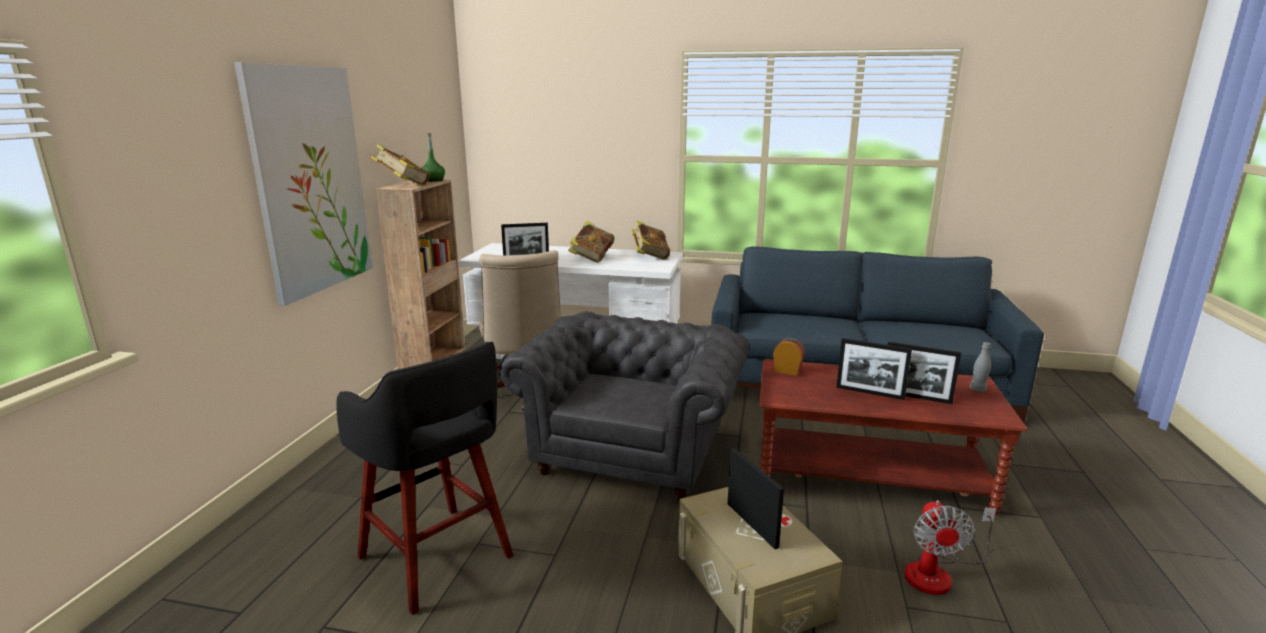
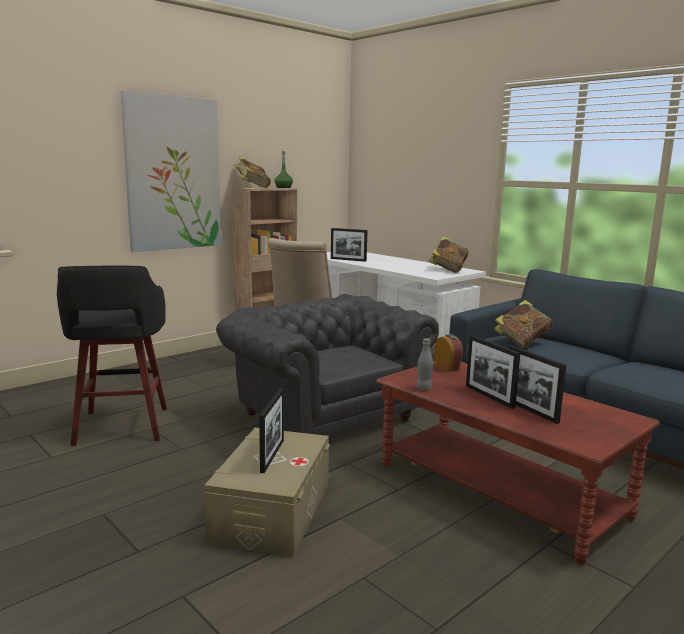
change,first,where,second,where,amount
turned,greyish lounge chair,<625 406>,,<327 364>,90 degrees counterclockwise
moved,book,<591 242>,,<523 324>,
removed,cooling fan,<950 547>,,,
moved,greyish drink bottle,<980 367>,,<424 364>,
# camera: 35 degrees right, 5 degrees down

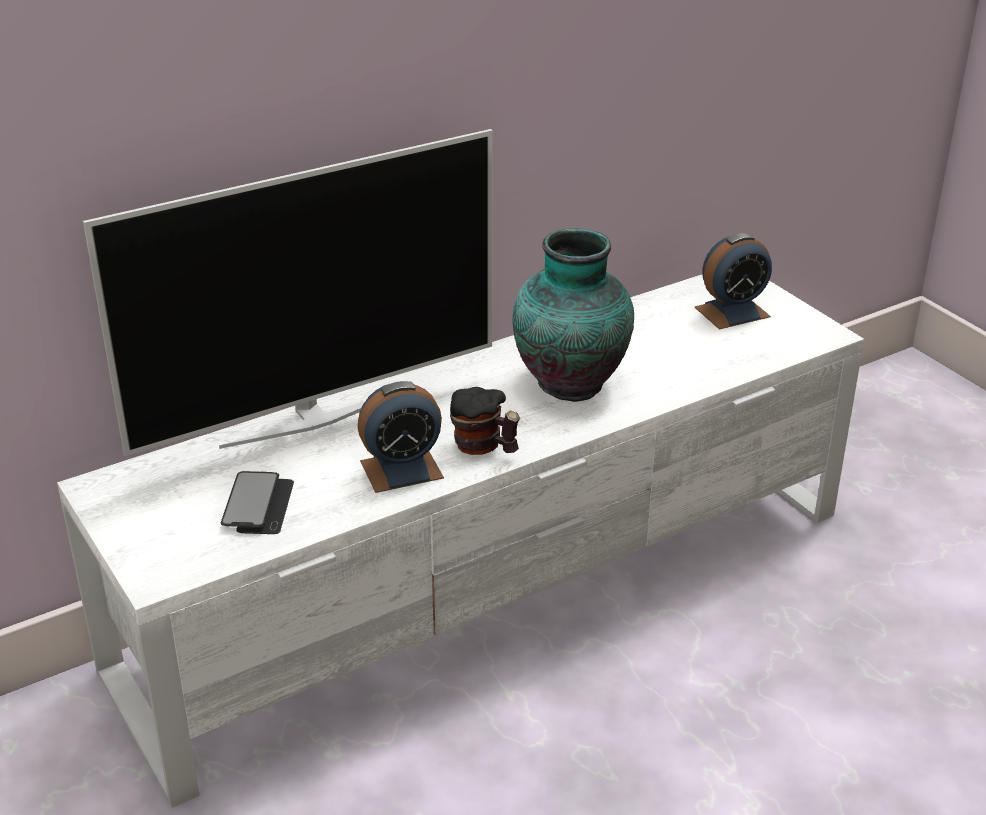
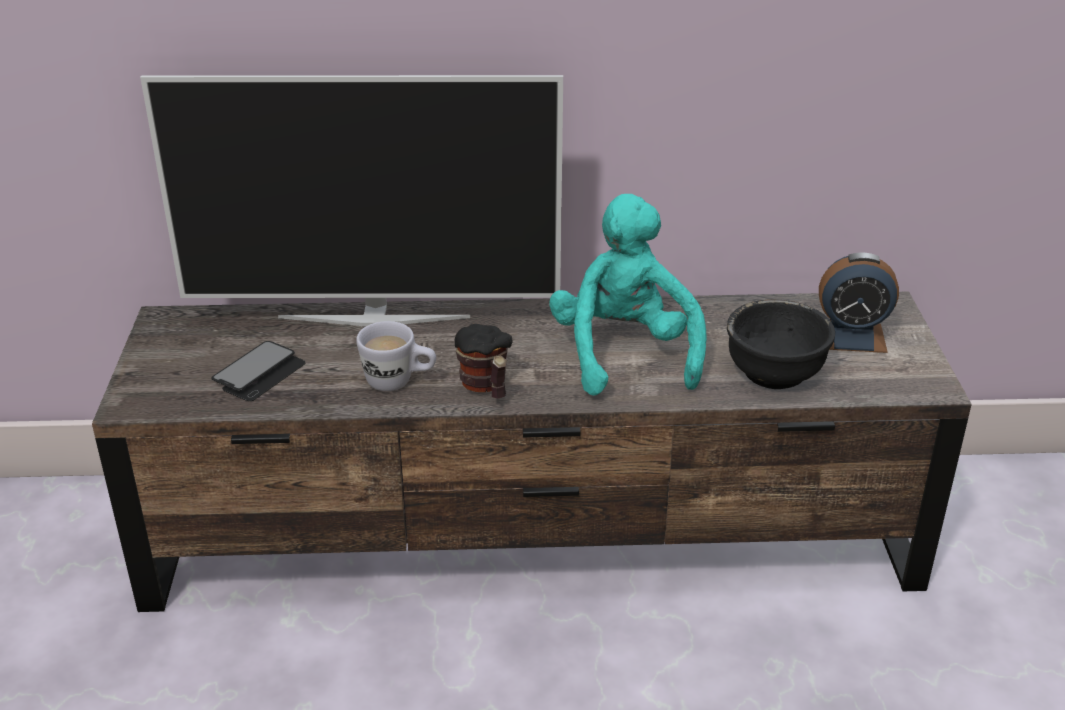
change,first,where,second,where,amount
recoloured,white tv unit,<460 541>,brownish tv unit,<532 451>,
replaced,bedside clock,<400 437>,white tea mug,<396 356>,
replaced,decorative vase,<573 315>,turquoise-coloured plush toy,<628 295>,
added,,,blackish deep dish,<781 344>,
# camera: 30 degrees right, 0 degrees up

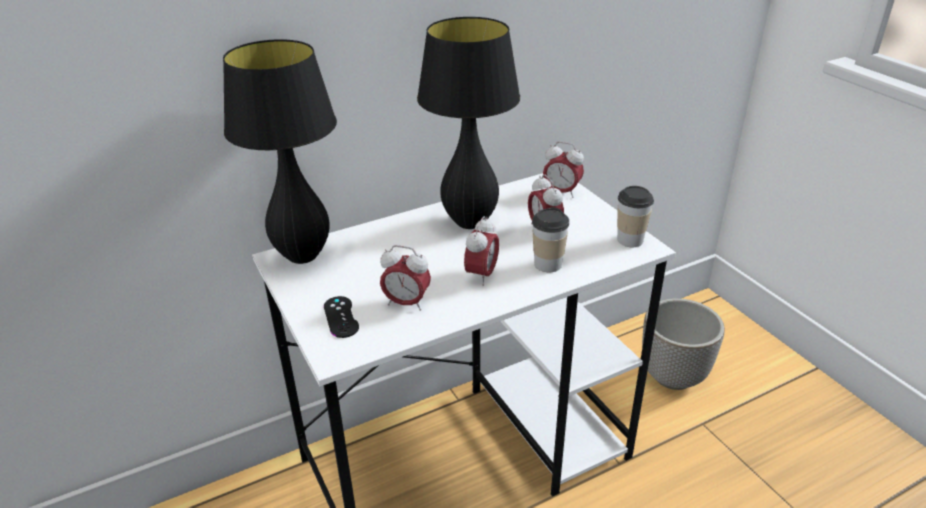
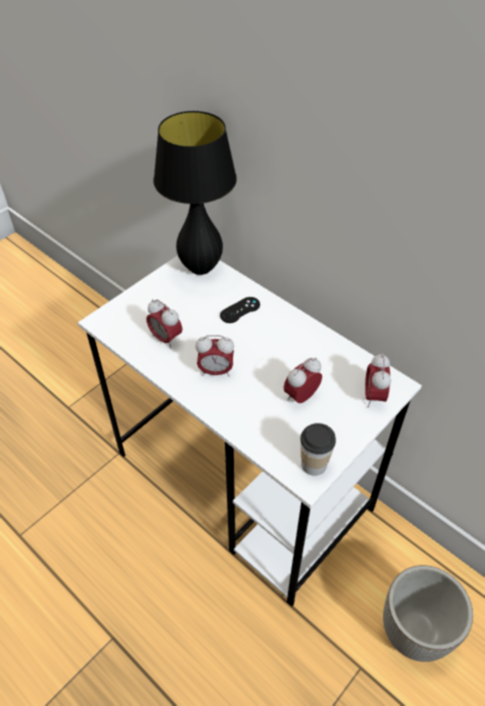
change,first,where,second,where,amount
moved,blackish joypad,<341 317>,,<240 310>,
turned,bedside clock,<405 278>,,<164 323>,45 degrees counterclockwise
removed,blackish tabletop lamp,<468 123>,,,
removed,small cup,<550 239>,,,
# camera: 70 degrees right, 15 degrees up

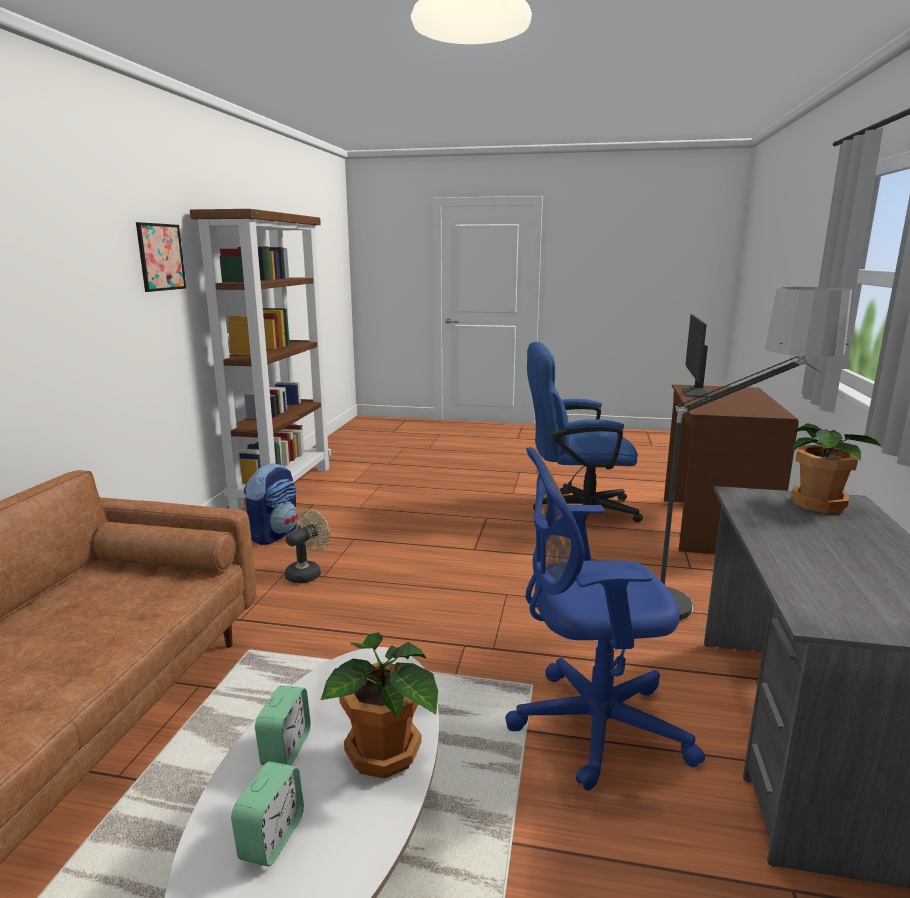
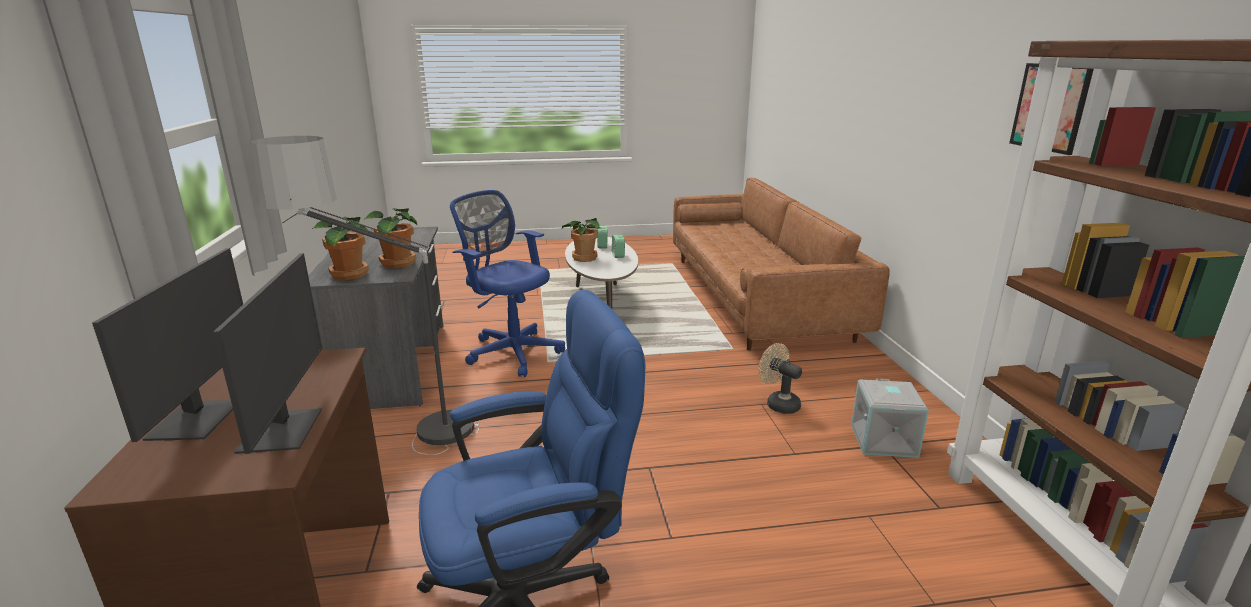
change,first,where,second,where,amount
replaced,backpack,<271 504>,greyish storage container,<890 418>,
turned,sand-coloured cooling fan,<308 546>,,<780 378>,120 degrees clockwise
turned,blue computer chair,<605 618>,,<507 283>,120 degrees counterclockwise
added,,,computer display,<167 345>,
added,,,plant in a pot,<391 238>,
# camera: 160 degrees right, 5 degrees up

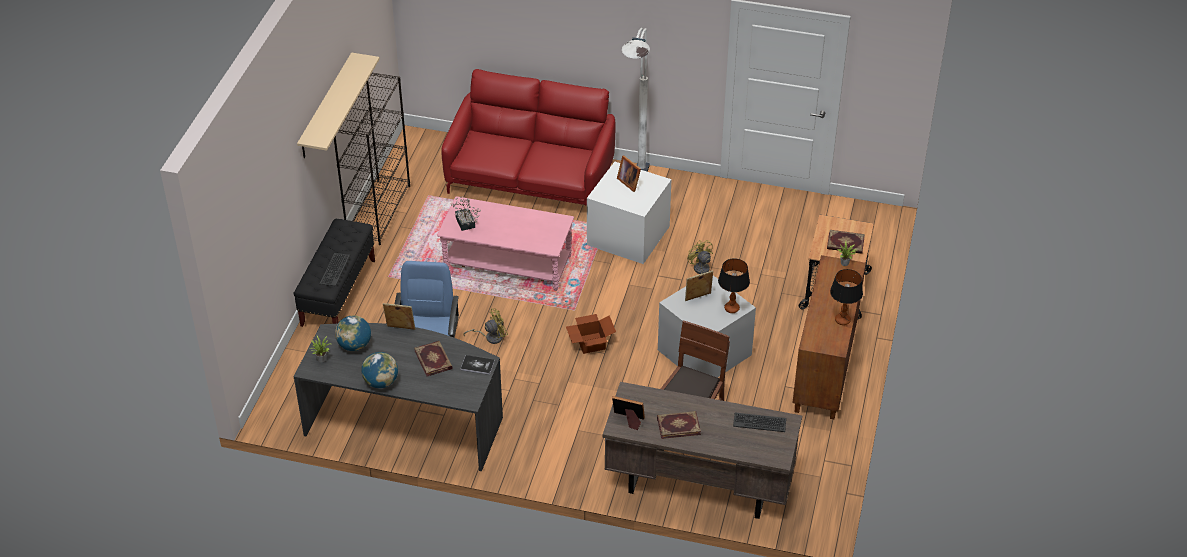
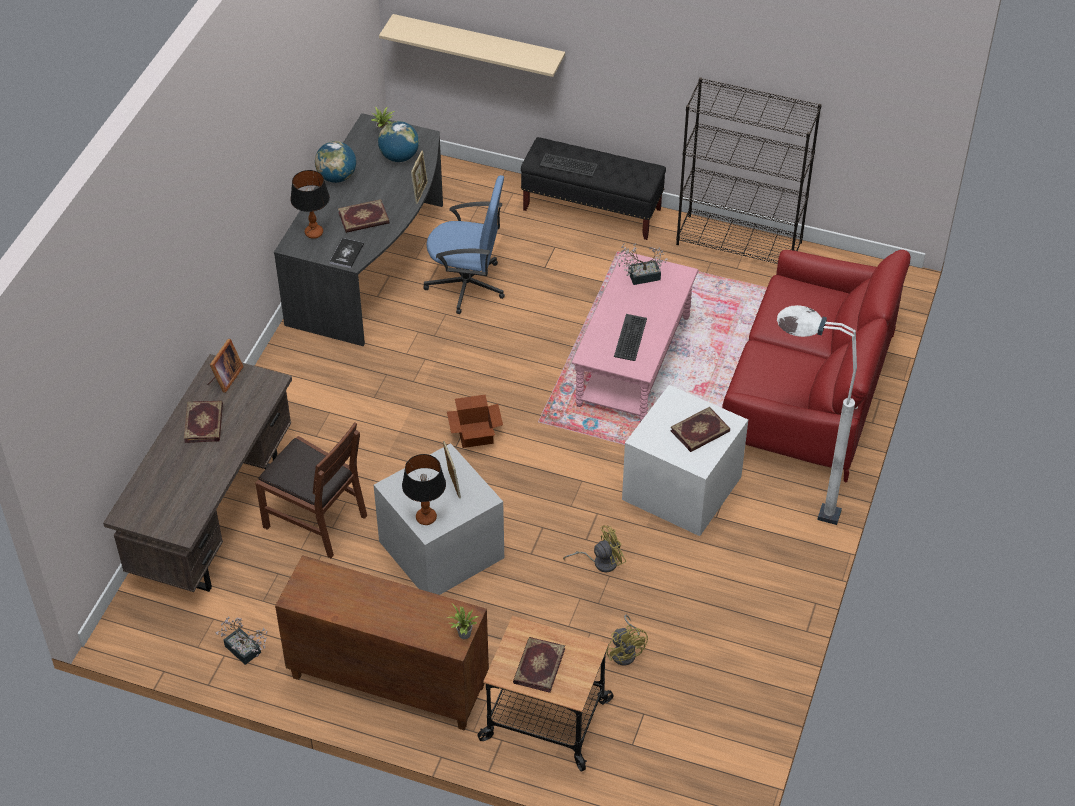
change,first,where,second,where,amount
moved,sand-coloured shelf,<338 105>,,<472 45>,
moved,yellow-coloured cooling fan,<486 326>,,<627 640>,
replaced,picture frame,<629 174>,book,<700 429>,
moved,computer keyboard,<759 422>,,<630 337>,
moved,tabletop lamp,<846 297>,,<310 204>,
added,,,plant in a pot,<241 641>,
# camera: 95 degrees right, 5 degrees up

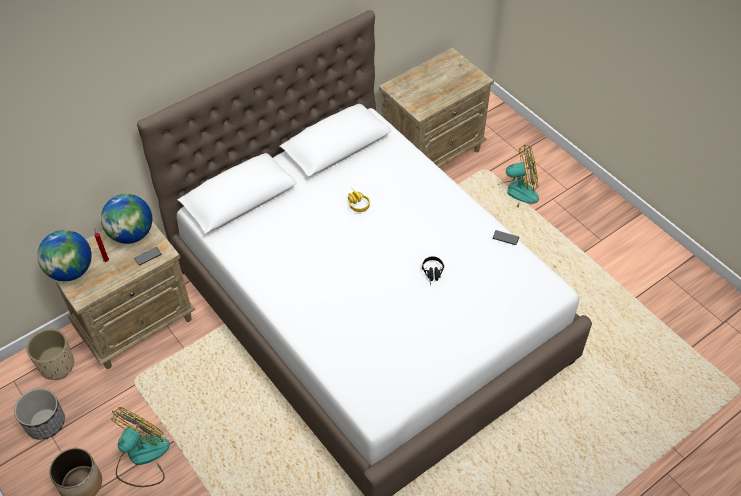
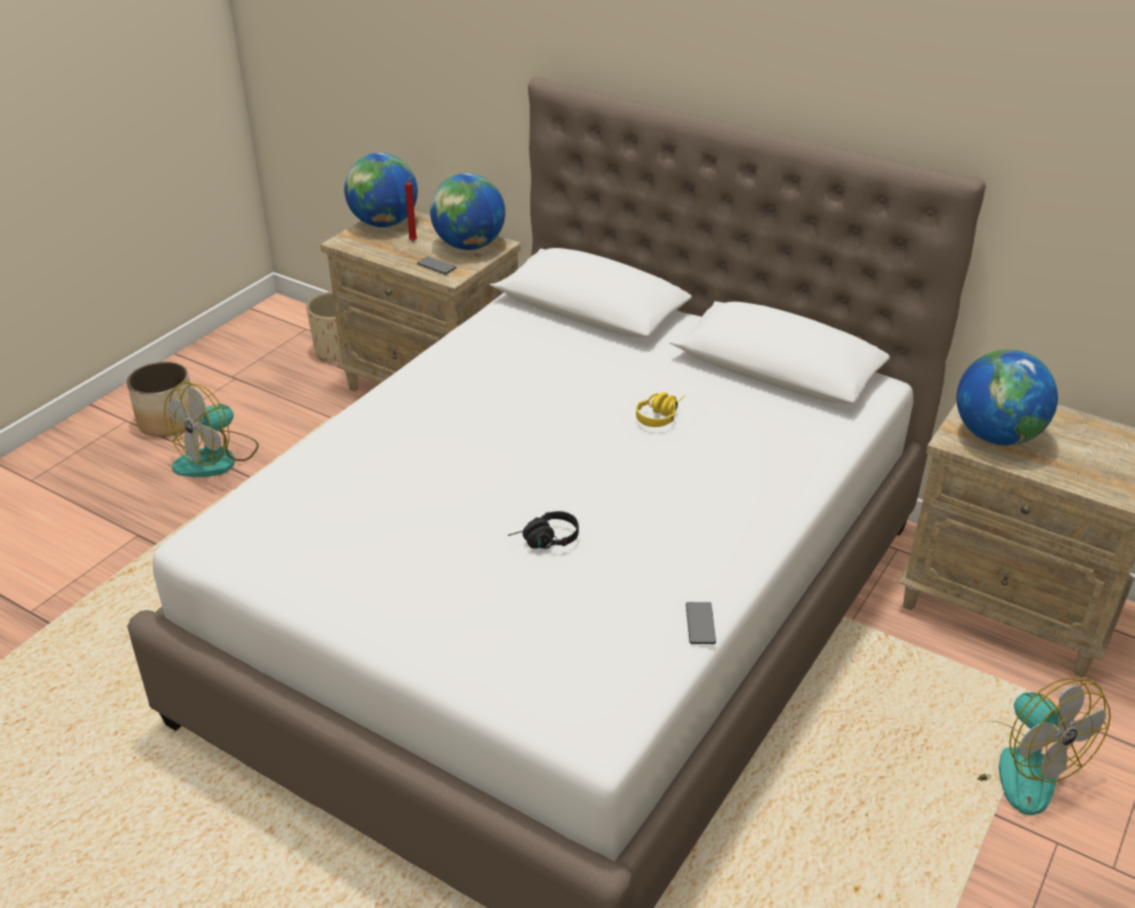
change,first,where,second,where,amount
removed,planter,<39 414>,,,
turned,cooling fan,<140 447>,,<211 429>,120 degrees clockwise
added,,,globe,<1007 397>,
# camera: 70 degrees right, 15 degrees down

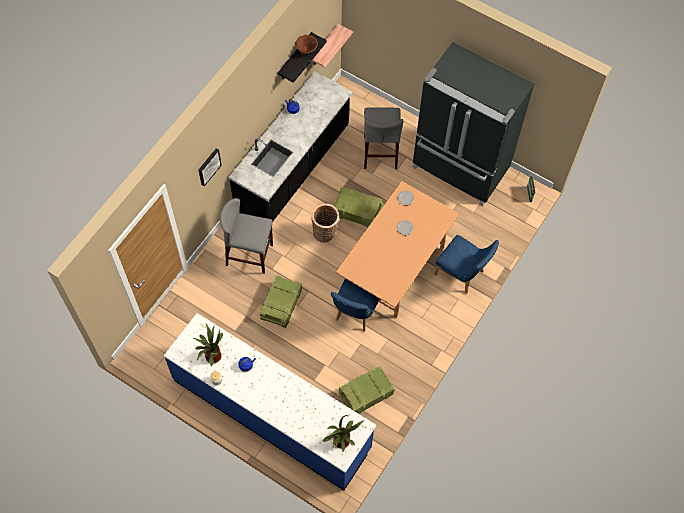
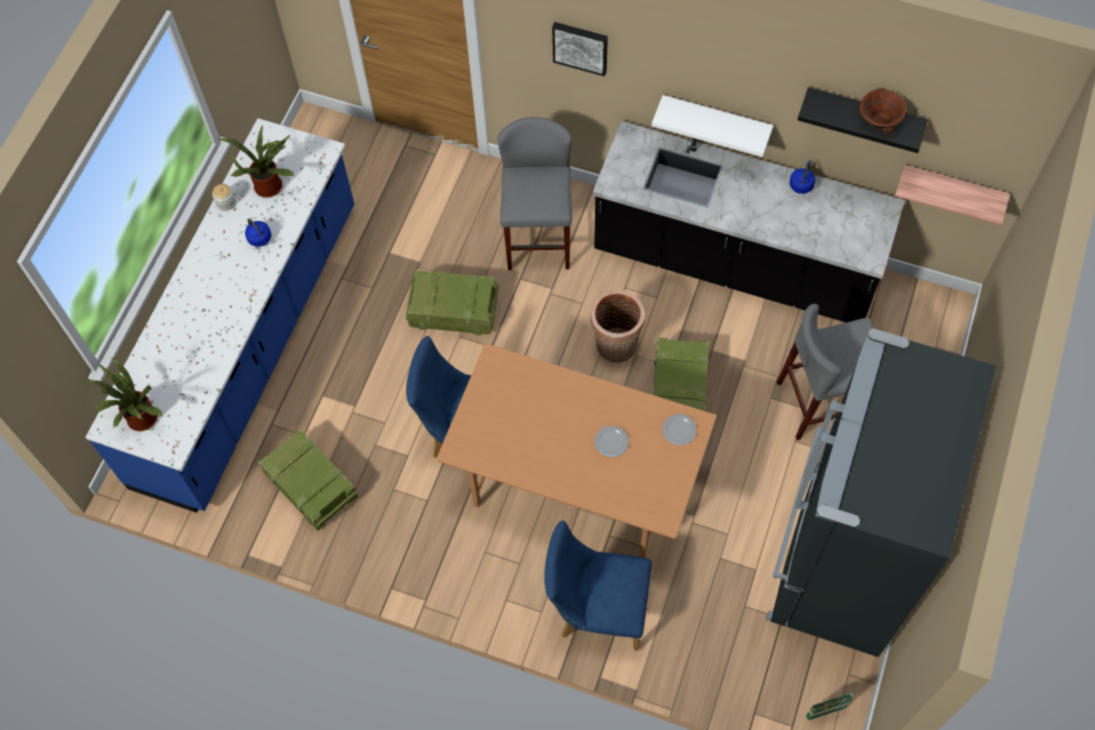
change,first,where,second,where,amount
turned,blue upright chair,<466 264>,,<598 585>,75 degrees clockwise
added,,,white shelf,<712 126>,
# camera: 80 degrees right, 0 degrees up

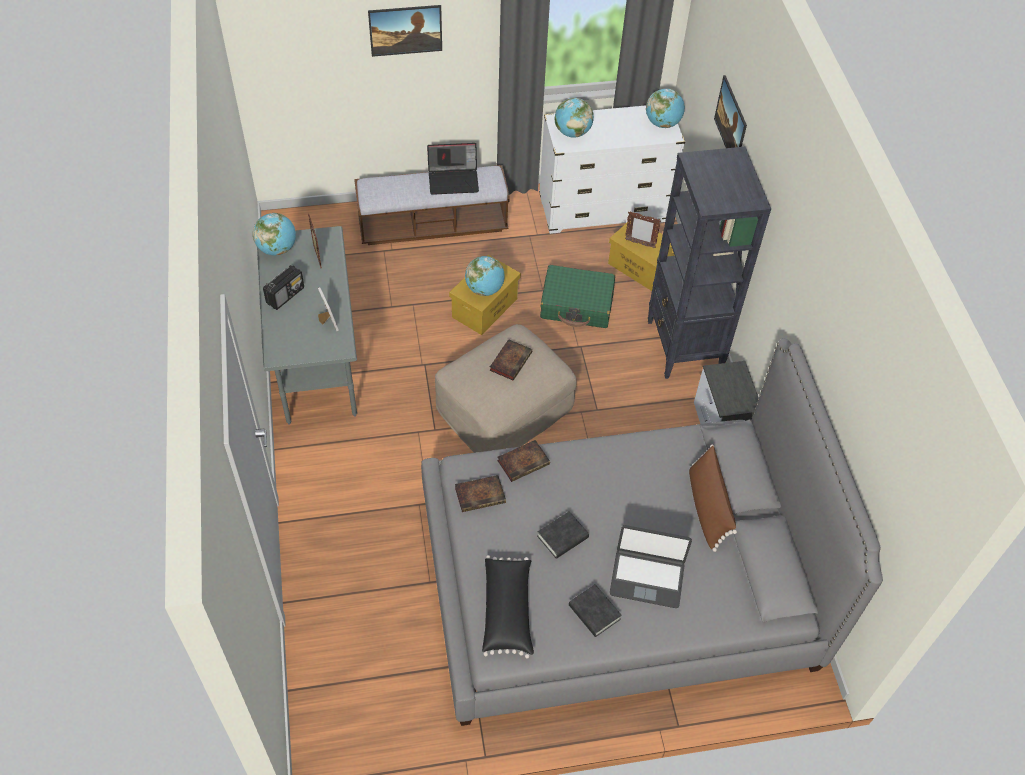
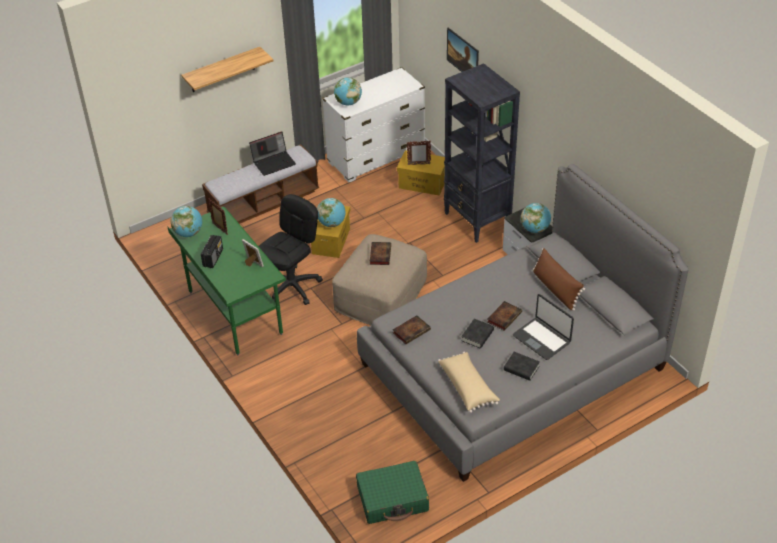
change,first,where,second,where,amount
recoloured,greyish desk unit,<307 325>,greenish desk unit,<226 281>,
replaced,wall picture,<405 31>,shelf,<227 69>,
recoloured,blackish throw pillow,<508 606>,sand-coloured throw pillow,<469 382>,
moved,book,<523 461>,,<504 316>,
moved,greenish suitcase,<577 296>,,<392 492>,
turned,laptop,<651 566>,,<543 327>,60 degrees clockwise
moved,globe,<665 108>,,<536 218>,
added,,,blackish computer chair,<291 249>,
# camera: 20 degrees left, 10 degrees down

